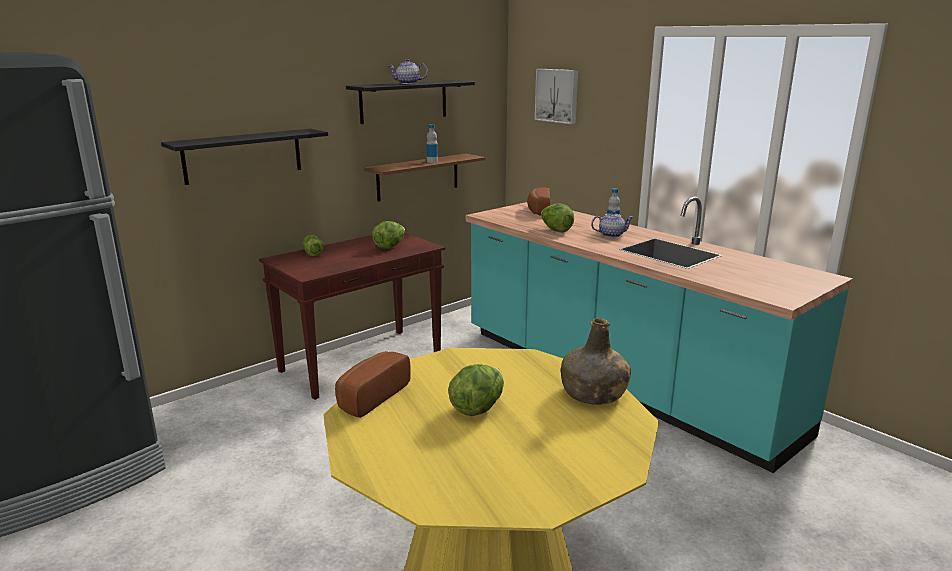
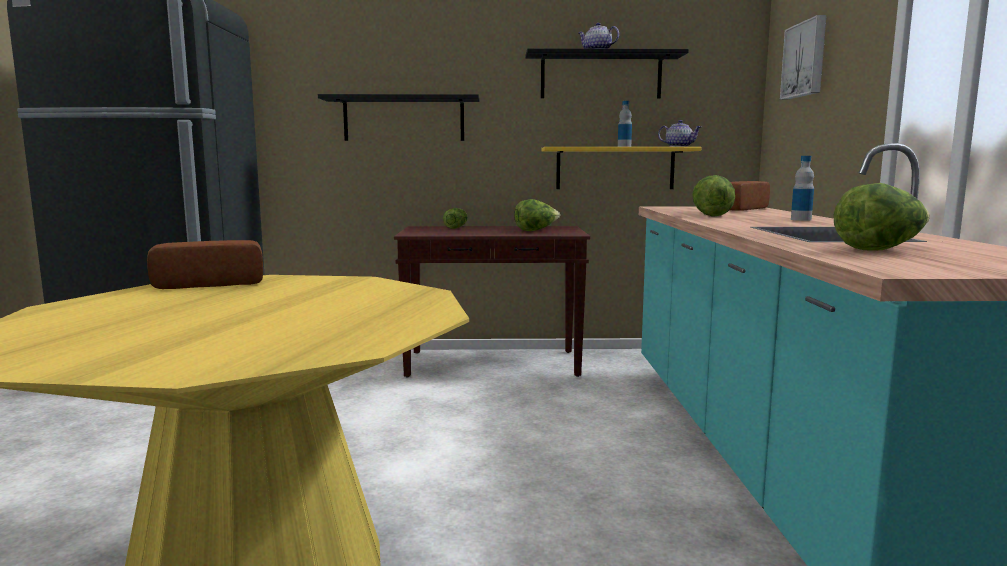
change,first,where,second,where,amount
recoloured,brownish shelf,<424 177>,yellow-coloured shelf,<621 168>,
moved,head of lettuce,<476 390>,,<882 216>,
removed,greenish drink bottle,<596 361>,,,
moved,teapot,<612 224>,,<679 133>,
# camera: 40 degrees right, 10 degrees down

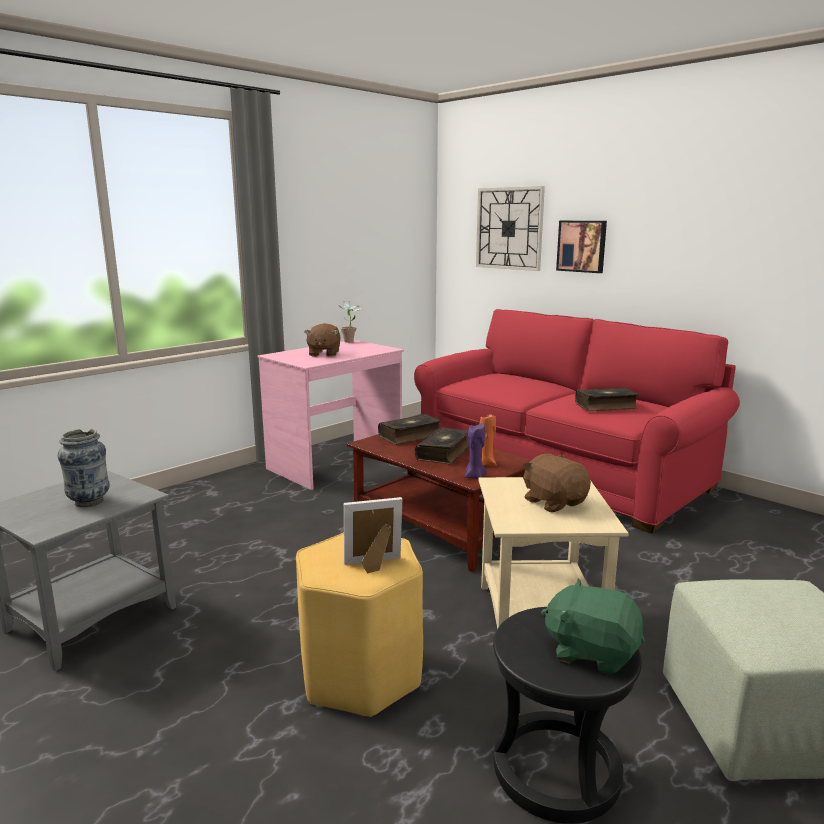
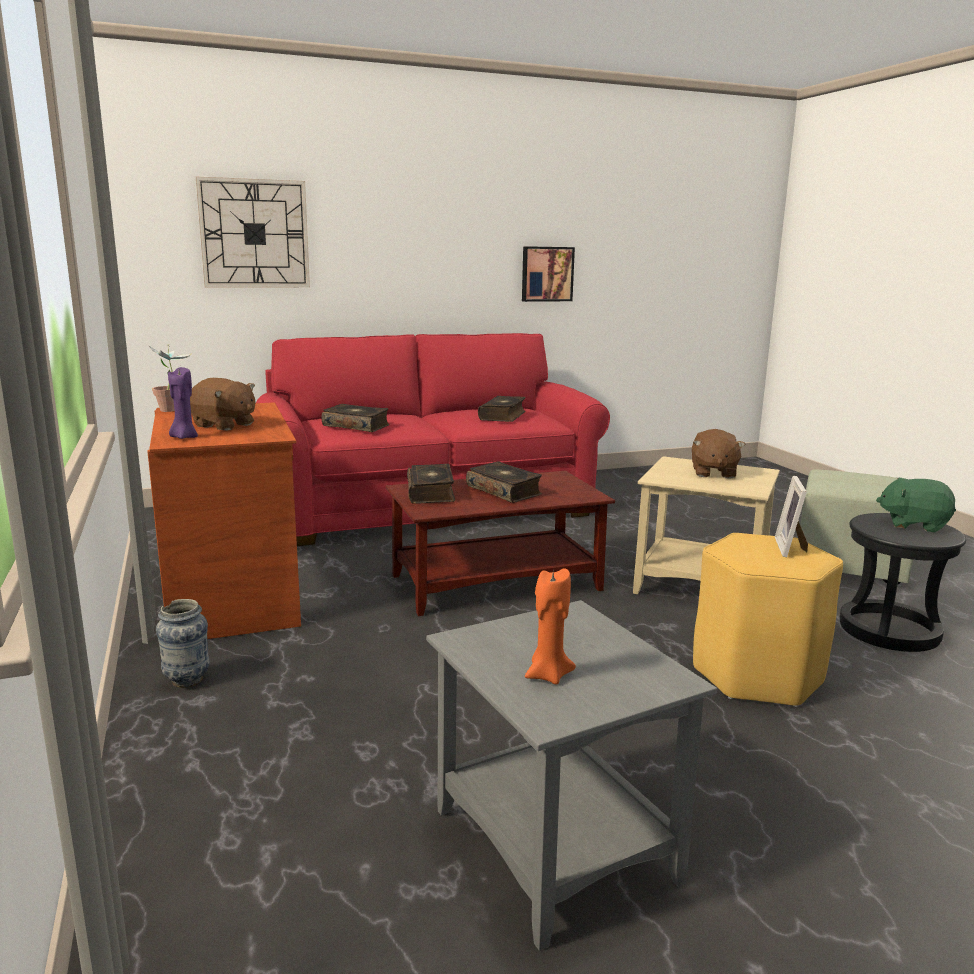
change,first,where,second,where,amount
moved,decorative vase,<83 468>,,<183 643>,
recoloured,pink desk unit,<330 415>,brownish desk unit,<224 520>,
moved,purplish candle,<475 451>,,<183 403>,
moved,orange candle,<488 440>,,<550 626>,
turned,brownish plush toy,<557 483>,,<718 454>,75 degrees counterclockwise
turned,greenish plush toy,<593 626>,,<916 505>,60 degrees clockwise
moved,wall picture,<581 247>,,<548 274>,
added,,,book,<355 418>,
# camera: 65 degrees left, 0 degrees up

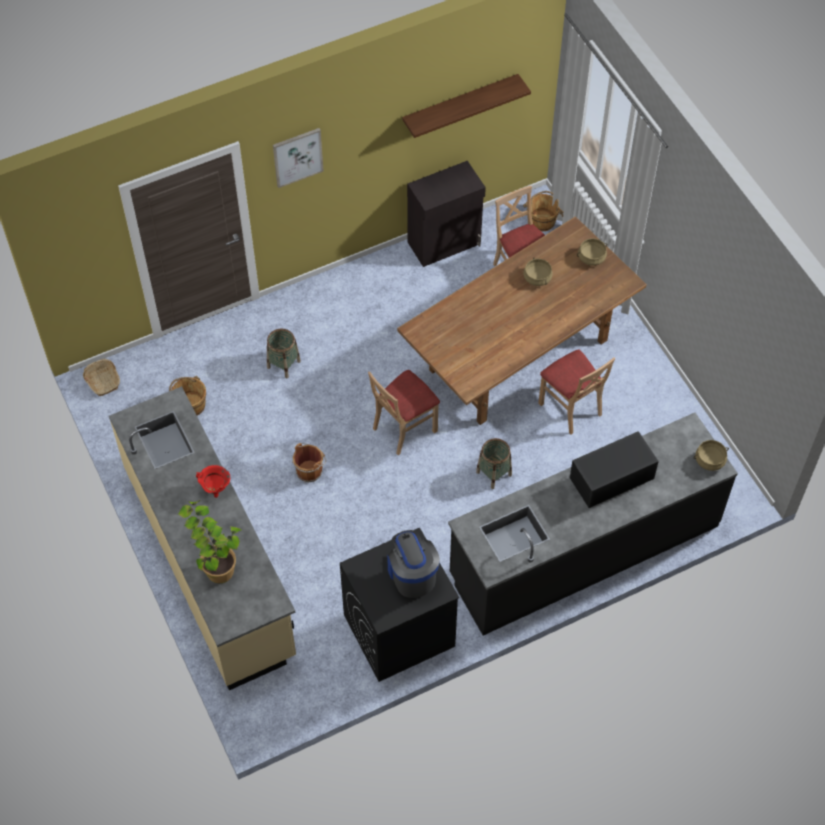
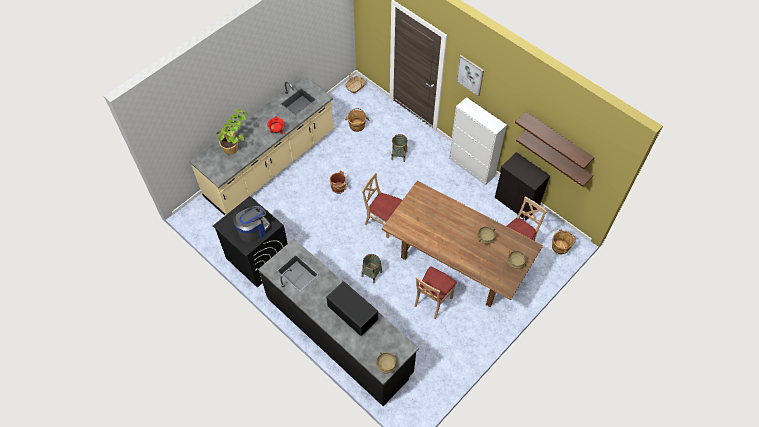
change,first,where,second,where,amount
added,,,white cupboard,<478 141>,
added,,,shelf,<554 159>,
# camera: 70 degrees right, 0 degrees up

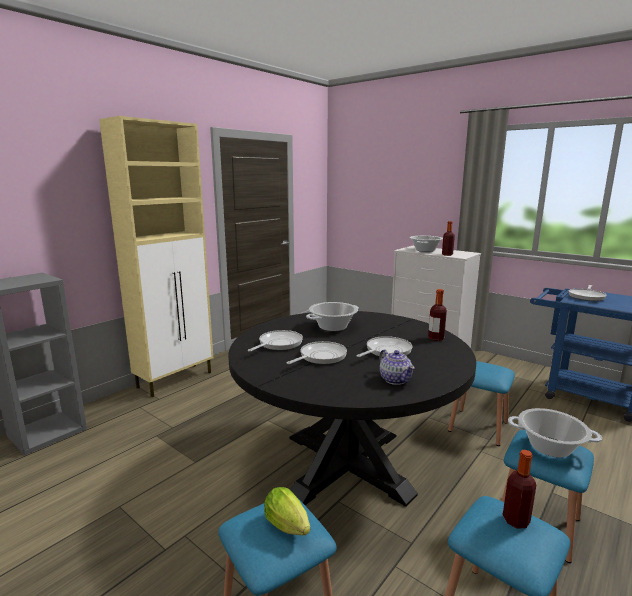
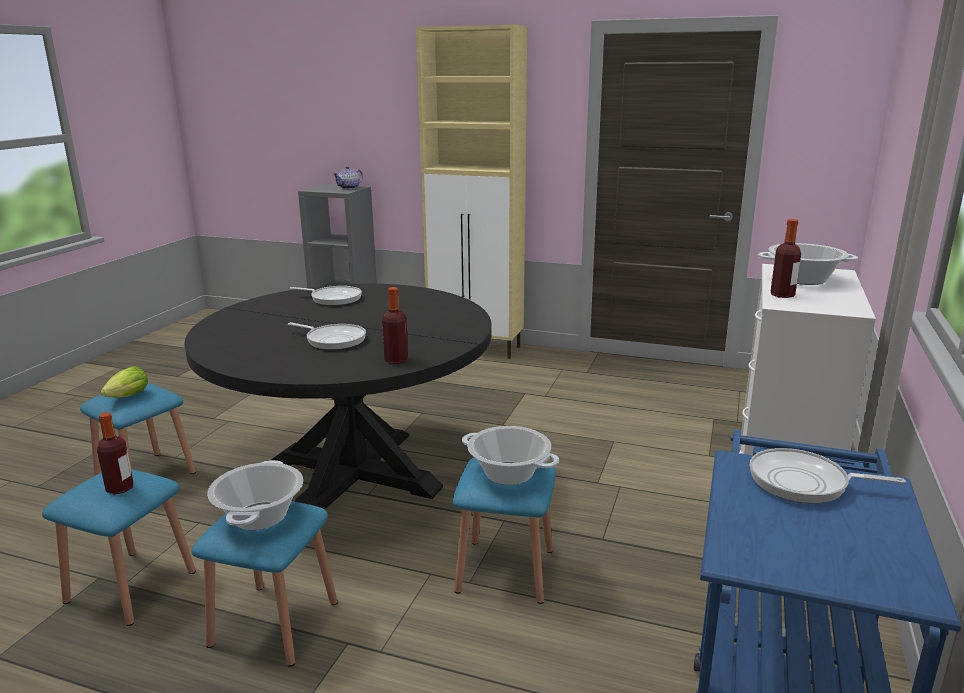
change,first,where,second,where,amount
removed,frying pan,<316 352>,,,
moved,saucepot,<332 316>,,<510 455>,
moved,teapot,<397 367>,,<348 177>,
# camera: 70 degrees right, 5 degrees up

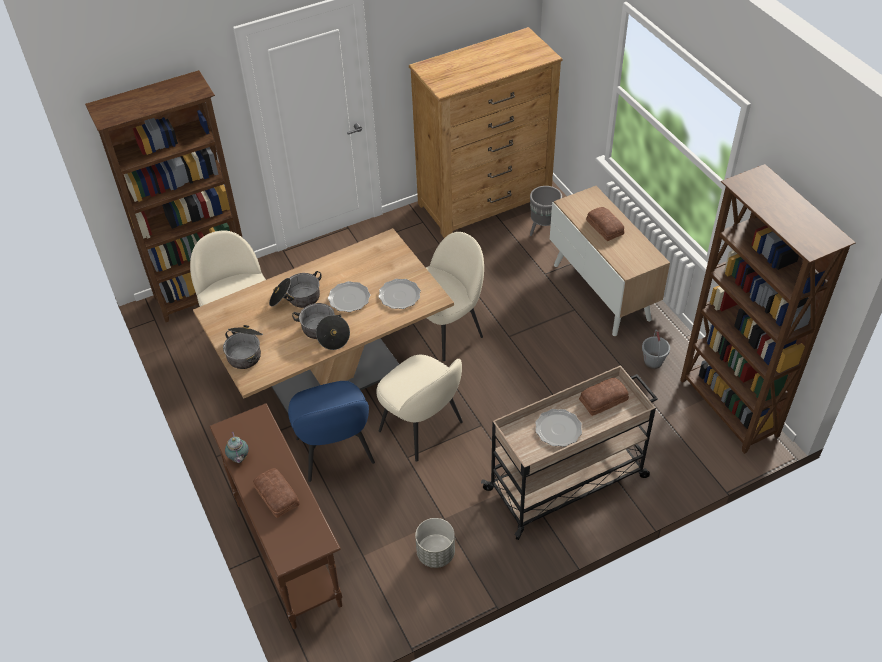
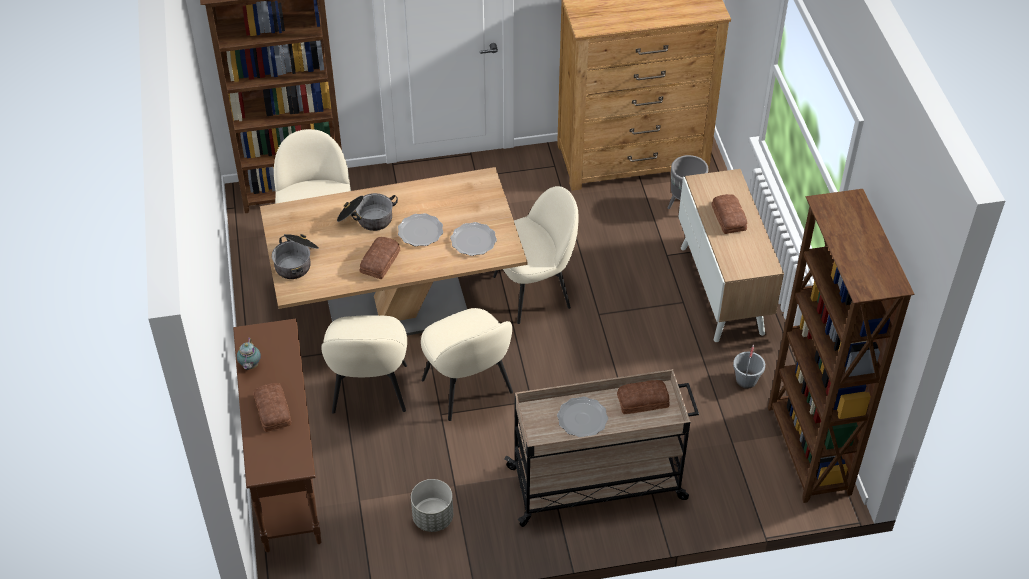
change,first,where,second,where,amount
recoloured,blue upright chair,<331 431>,sand-coloured upright chair,<364 364>,
replaced,saucepot,<321 326>,bread,<380 258>,
# camera: 15 degrees right, 0 degrees up

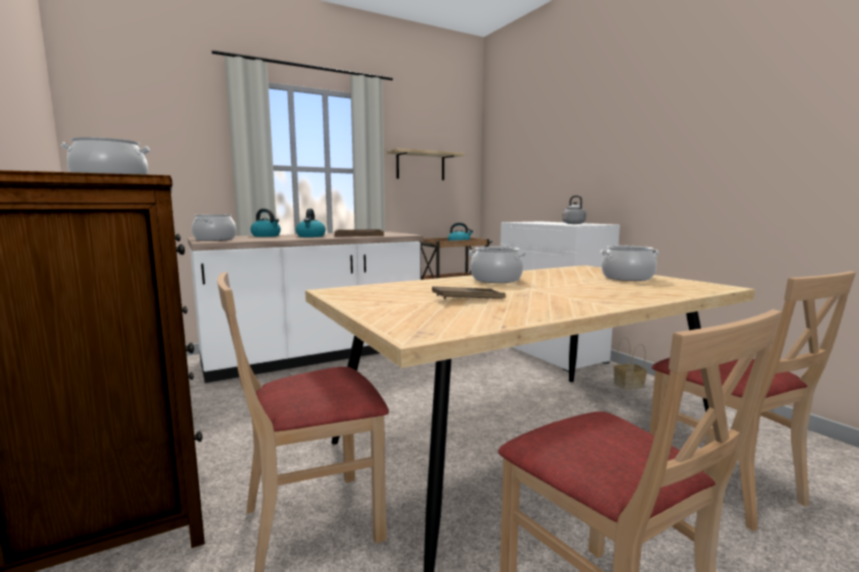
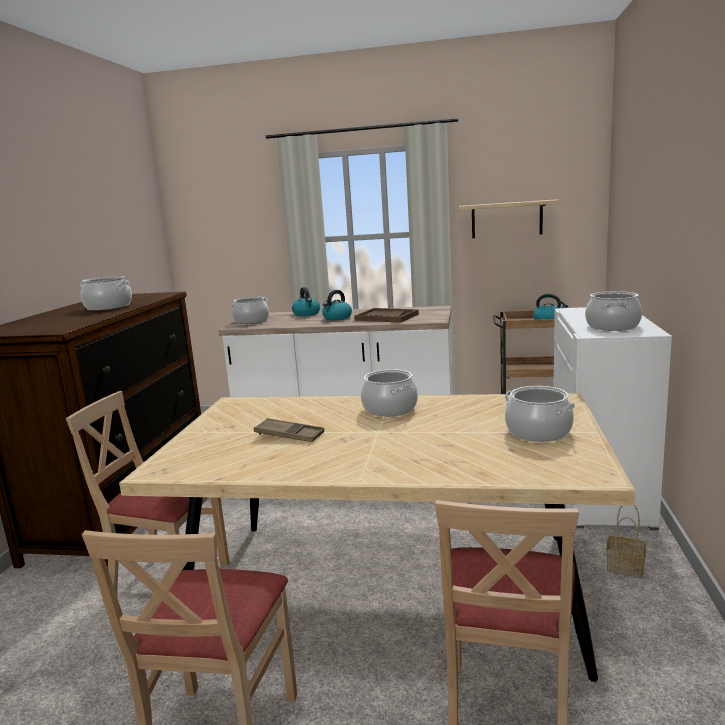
change,first,where,second,where,amount
replaced,greyish kettle,<574 209>,saucepot,<613 311>,
# camera: 40 degrees right, 5 degrees up

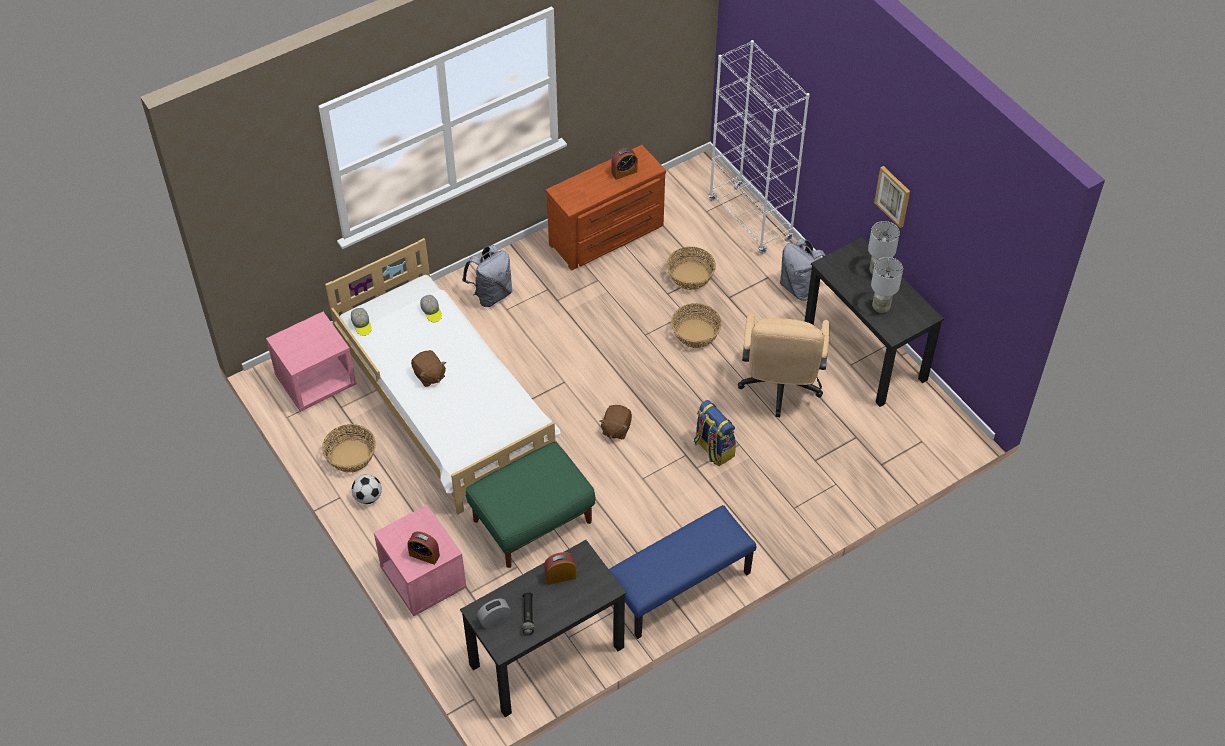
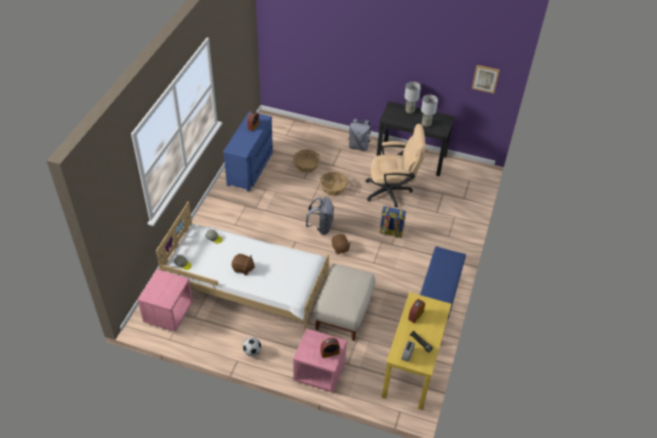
change,first,where,second,where,amount
removed,household basket,<349 448>,,,
recoloured,blackish desk unit,<543 628>,yellow-coloured desk unit,<417 351>,
moved,greyish backpack,<487 276>,,<320 216>,
recoloured,greenish ottoman,<530 504>,sand-coloured ottoman,<344 302>,
recoloured,brownish chest of drawers,<606 208>,blue chest of drawers,<248 151>,
removed,white bookshelf,<759 147>,,,
turned,sand-coloured computer chair,<784 364>,,<395 166>,60 degrees counterclockwise
moved,wall picture,<892 197>,,<486 79>,
# camera: 40 degrees left, 5 degrees down

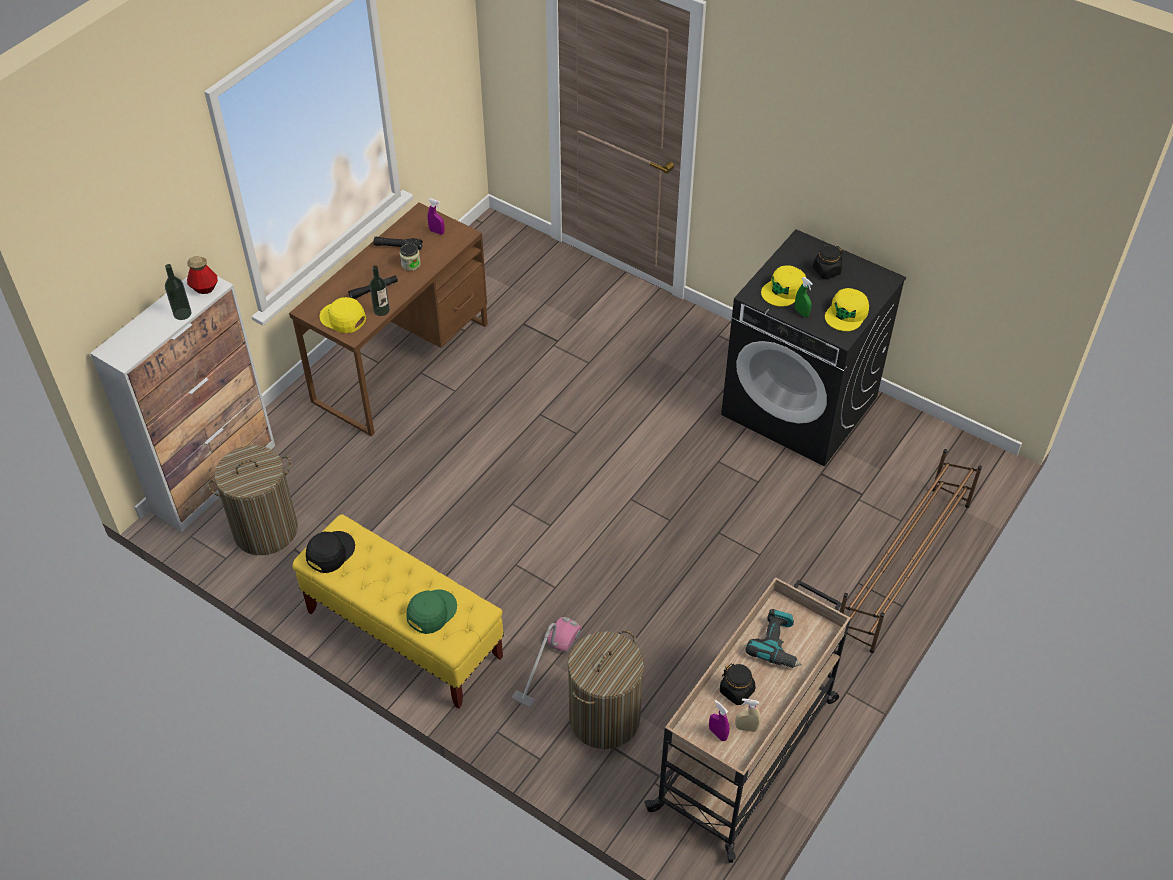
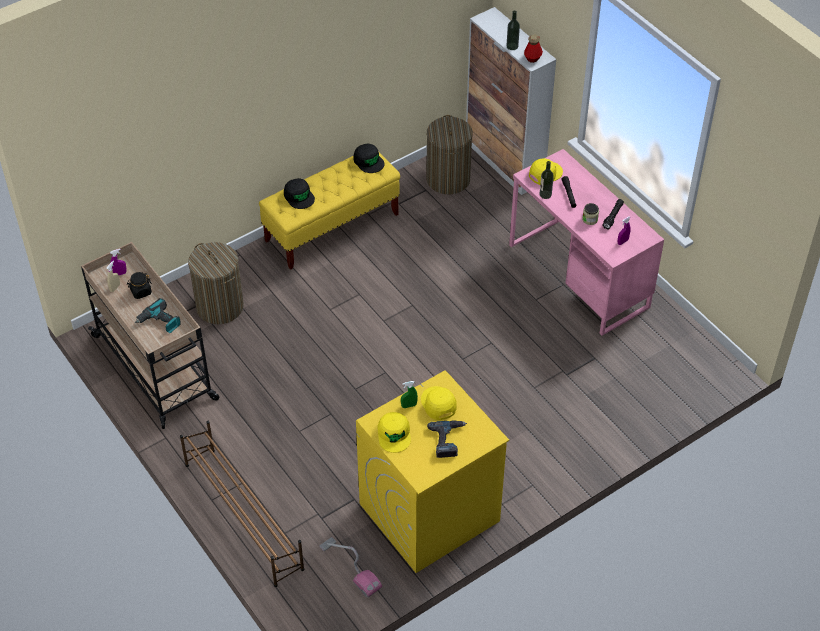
change,first,where,second,where,amount
recoloured,brownish desk unit,<388 319>,pink desk unit,<586 242>,
recoloured,greenish peaked cap,<431 611>,blackish peaked cap,<299 193>,
moved,hoover,<547 662>,,<350 567>,
recoloured,blackish washing machine,<813 347>,yellow-coloured washing machine,<432 471>,
replaced,blackish jar,<828 262>,electric drill,<447 439>,
turned,yellow-coloured peaked cap,<847 309>,,<394 432>,150 degrees counterclockwise
# camera: 110 degrees right, 0 degrees up

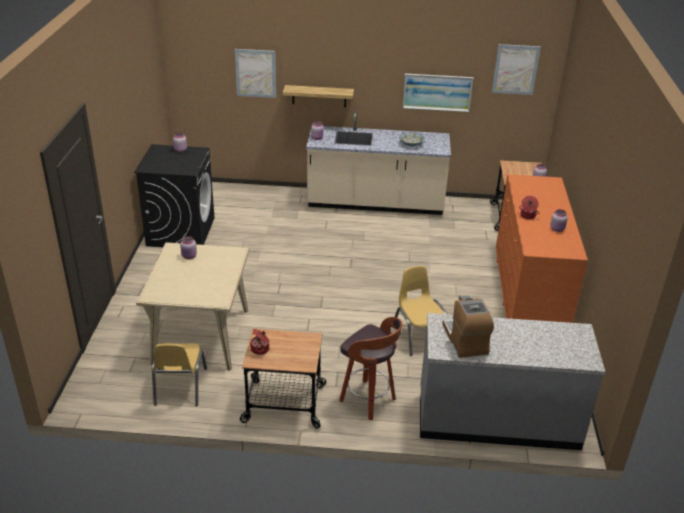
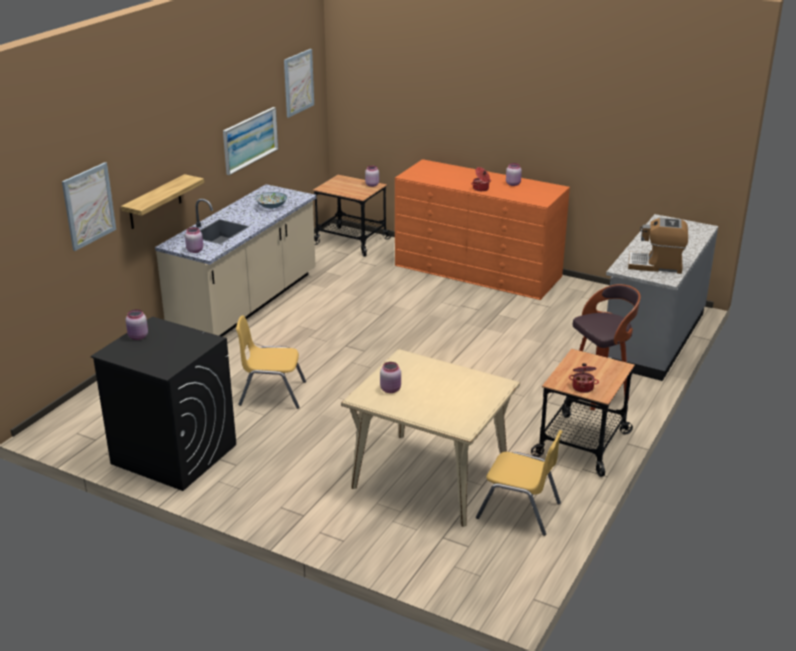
change,first,where,second,where,amount
moved,yellow-coloured upright chair,<421 311>,,<271 362>,
# camera: 65 degrees left, 5 degrees down

